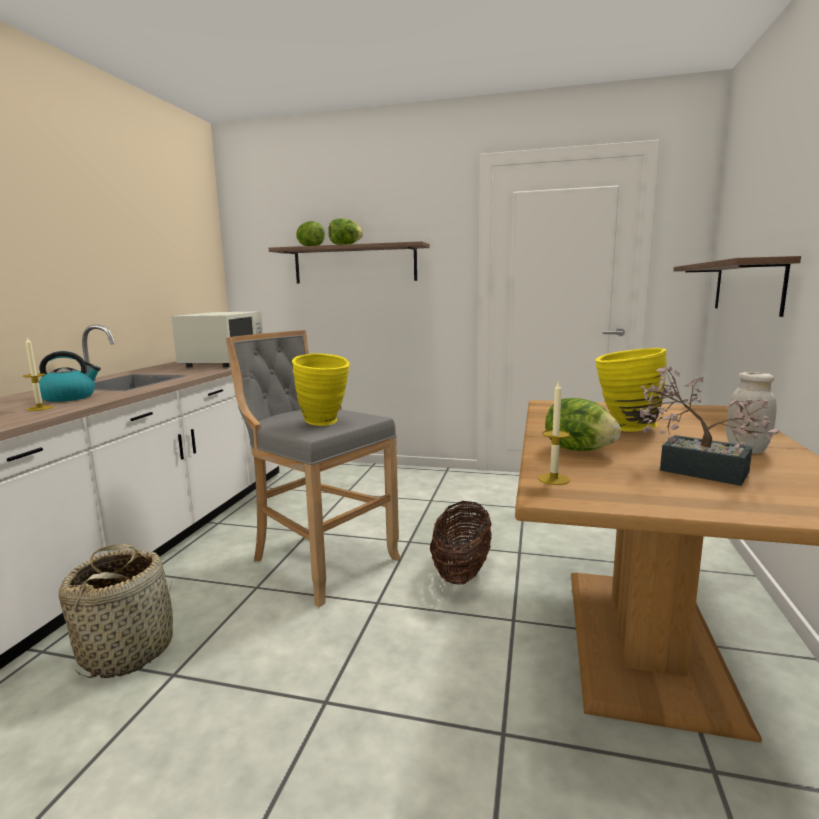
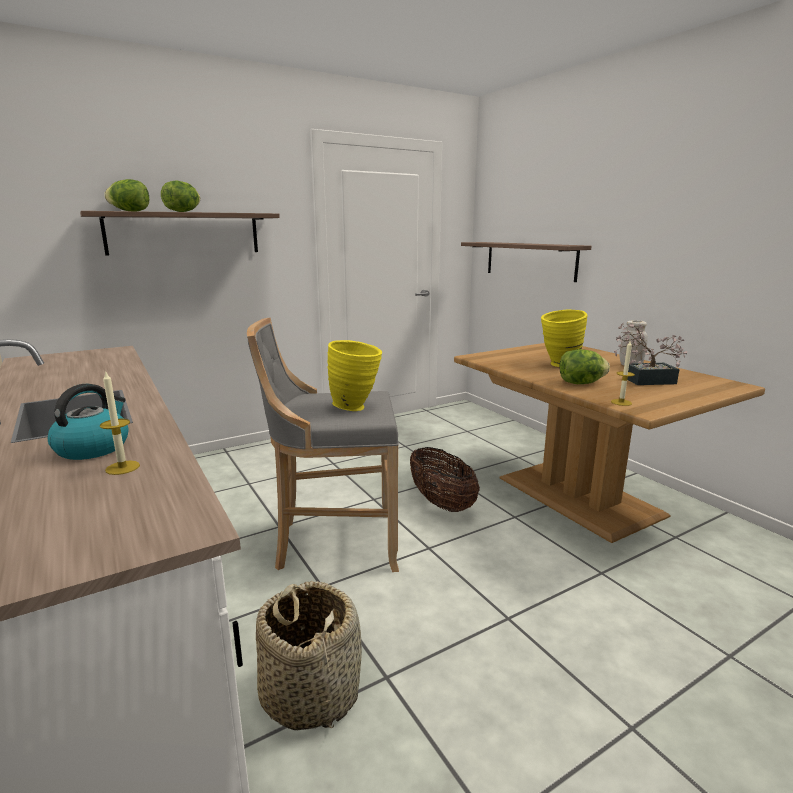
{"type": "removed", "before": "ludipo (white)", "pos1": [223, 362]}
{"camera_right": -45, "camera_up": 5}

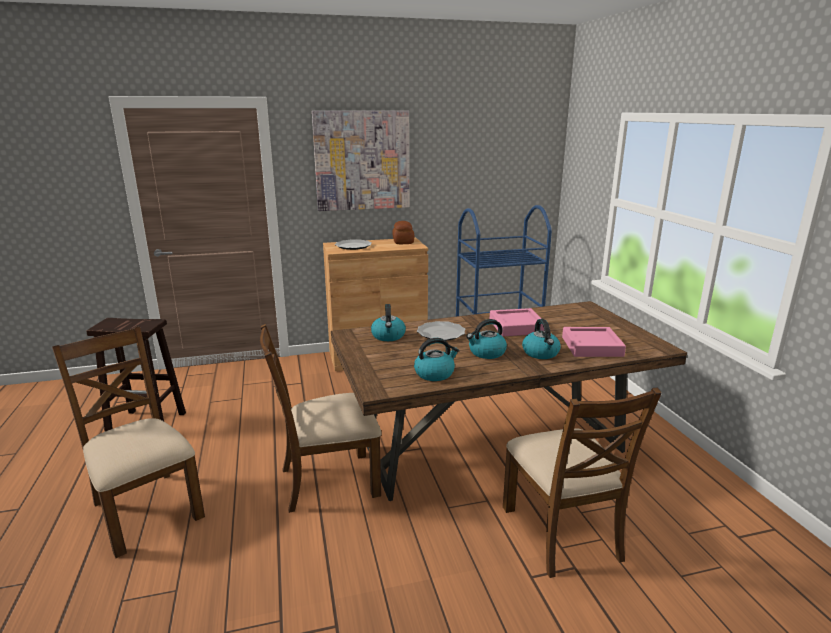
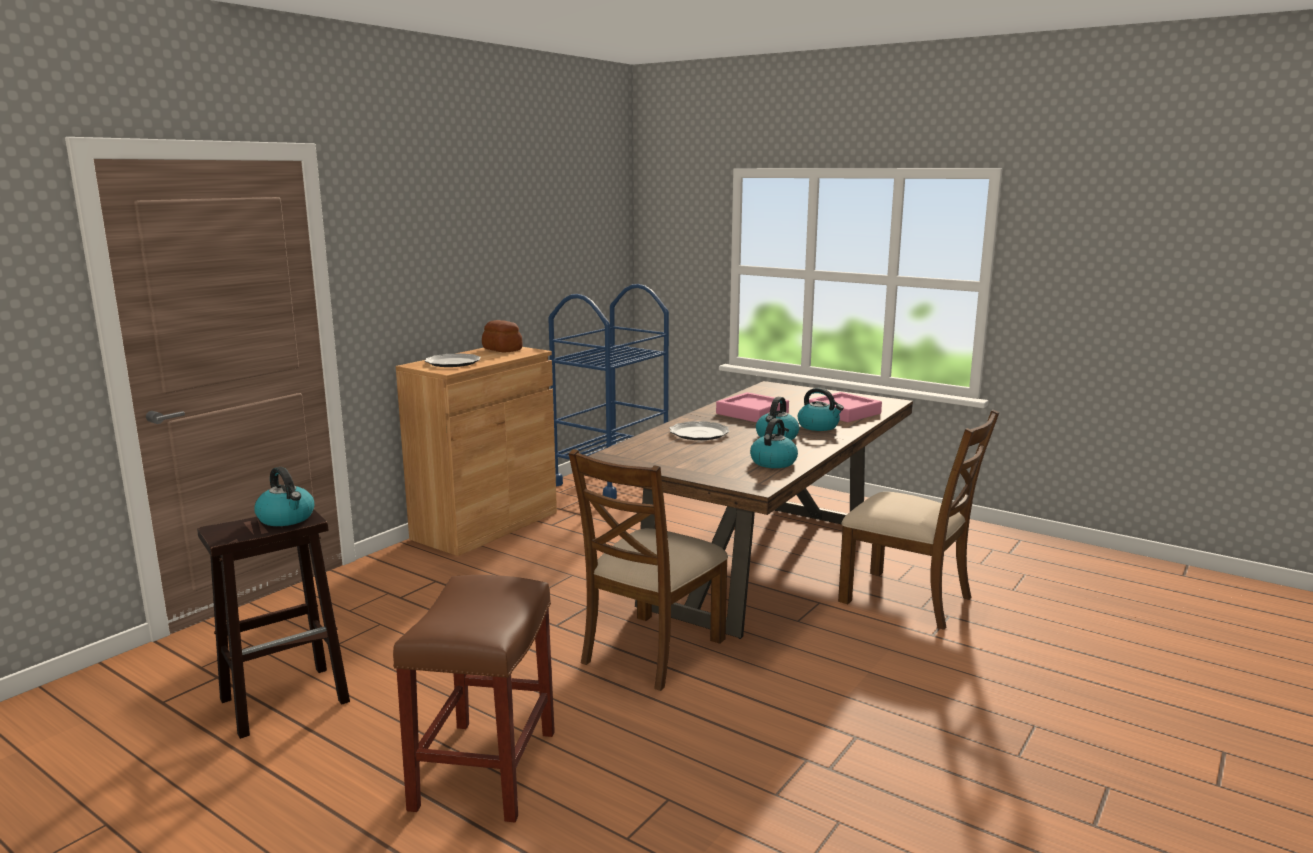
{"type": "removed", "before": "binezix", "pos1": [362, 161]}
{"type": "moved", "before": "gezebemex", "pos1": [388, 336], "pos2": [287, 518]}
{"type": "replaced", "before": "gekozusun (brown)", "after": "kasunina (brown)", "pos1": [146, 510], "pos2": [485, 767]}
{"camera_right": -40, "camera_up": -5}

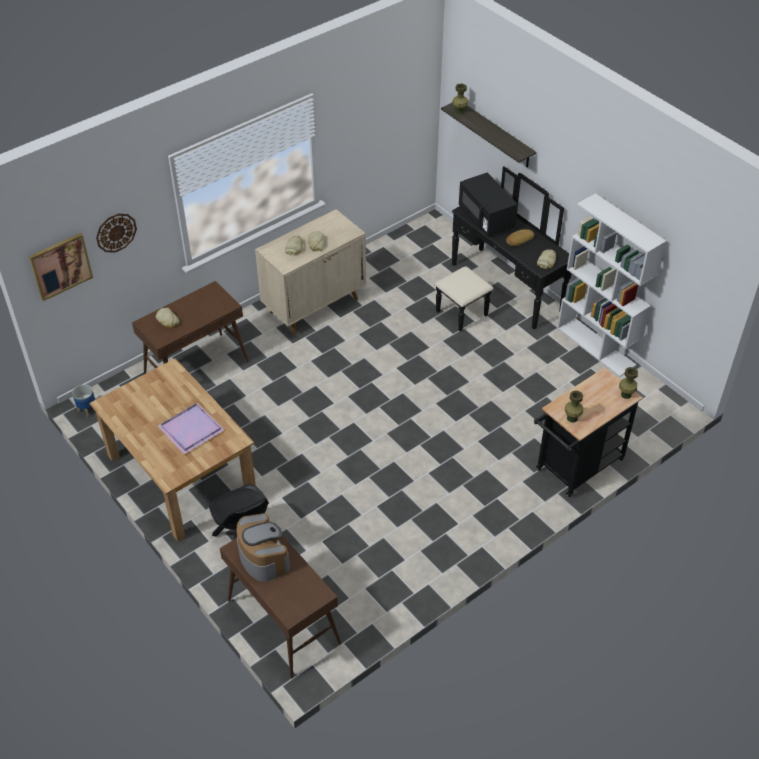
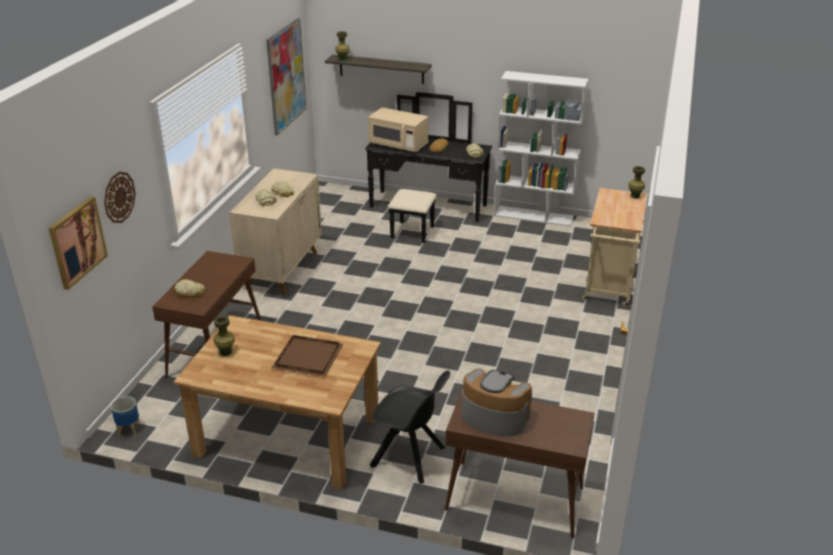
{"type": "recoloured", "before": "ludipo (black)", "after": "ludipo (beige)", "pos1": [486, 218], "pos2": [398, 145]}
{"type": "recoloured", "before": "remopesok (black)", "after": "remopesok (beige)", "pos1": [575, 468], "pos2": [609, 288]}
{"type": "moved", "before": "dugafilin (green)", "pos1": [572, 418], "pos2": [226, 352]}
{"type": "recoloured", "before": "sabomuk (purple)", "after": "sabomuk (brown)", "pos1": [189, 429], "pos2": [306, 358]}
{"type": "added", "after": "binezix", "pos2": [286, 76]}
{"camera_right": -35, "camera_up": -15}

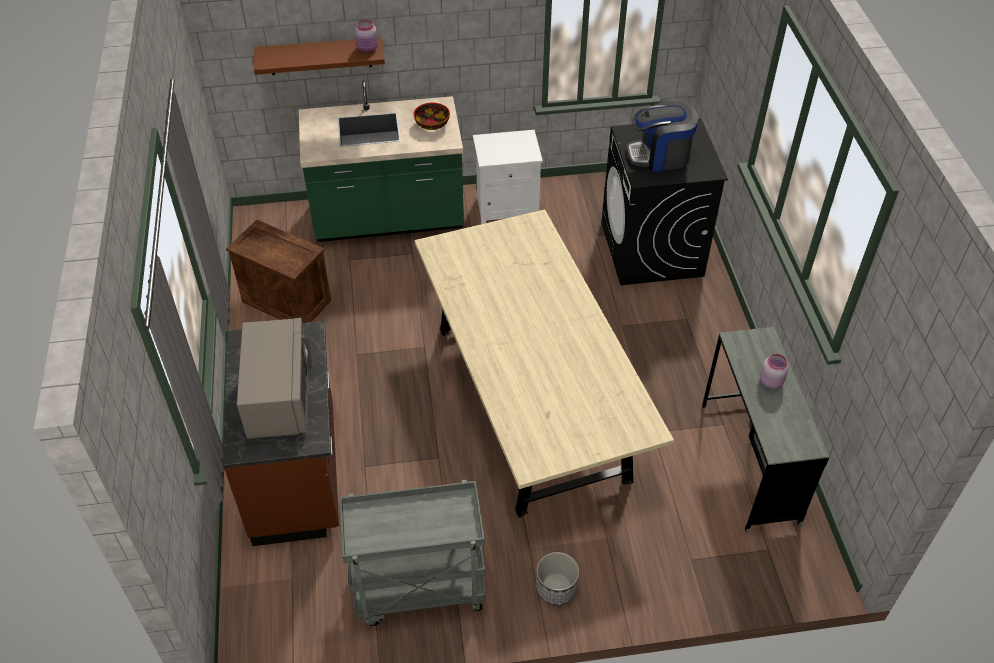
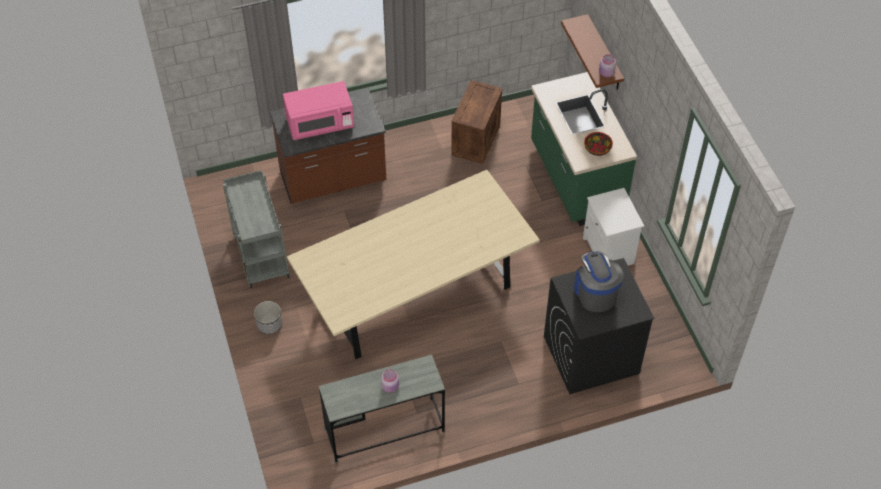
{"type": "recoloured", "before": "ludipo (grey)", "after": "ludipo (pink)", "pos1": [279, 397], "pos2": [320, 124]}
{"camera_right": 80, "camera_up": 5}

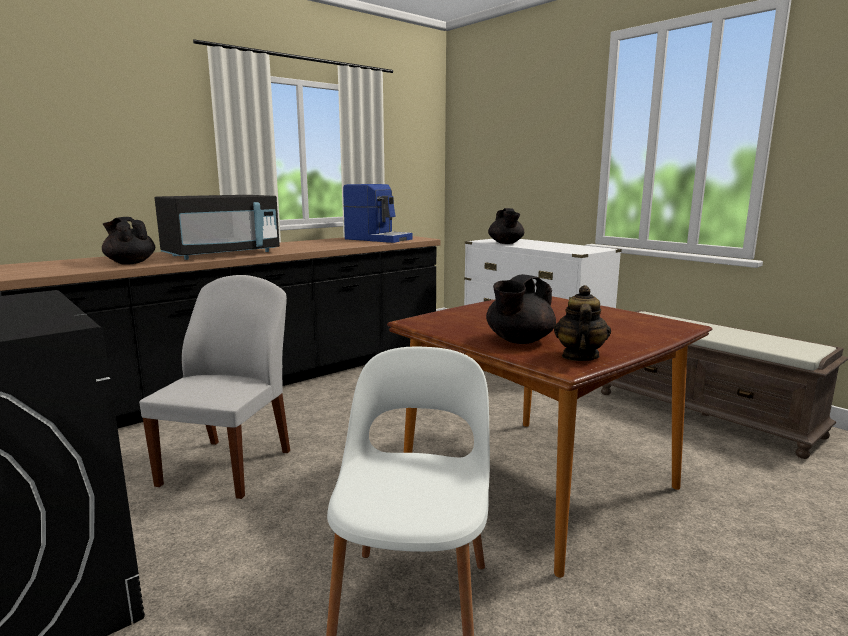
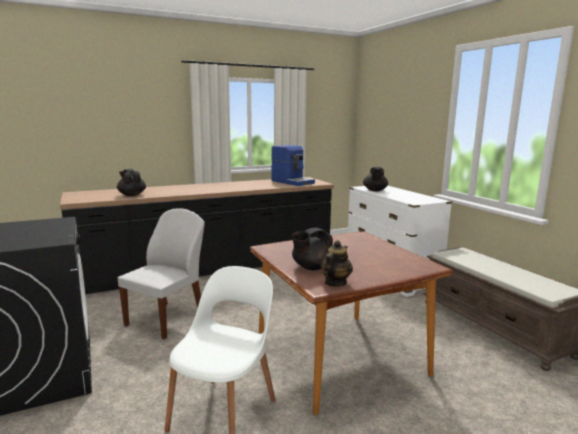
{"type": "removed", "before": "ludipo (black)", "pos1": [222, 254]}
{"camera_right": 15, "camera_up": 0}

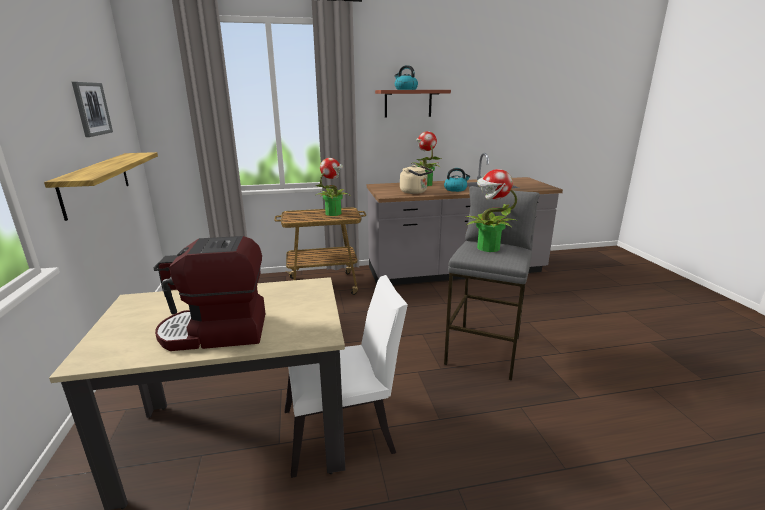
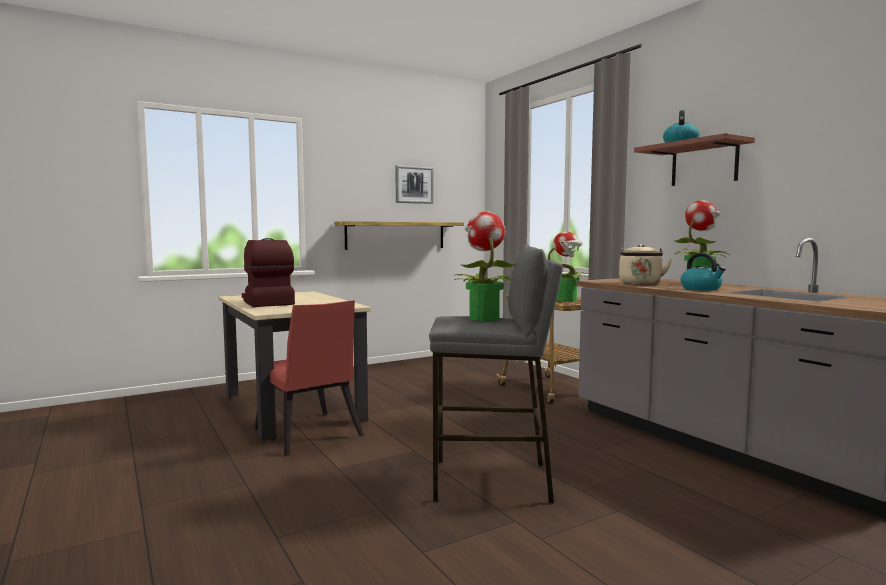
{"type": "recoloured", "before": "gekozusun (white)", "after": "gekozusun (red)", "pos1": [345, 430], "pos2": [309, 435]}
{"camera_right": 70, "camera_up": -15}

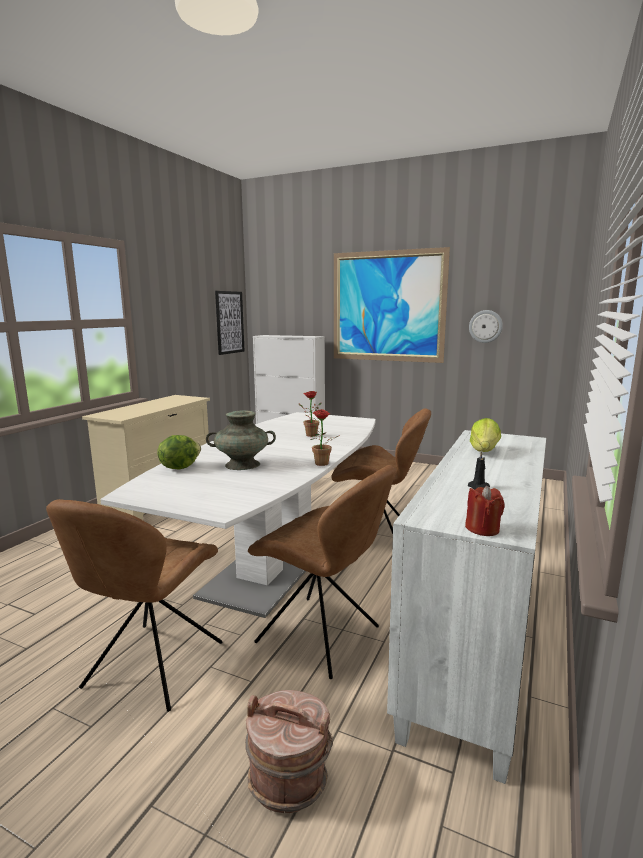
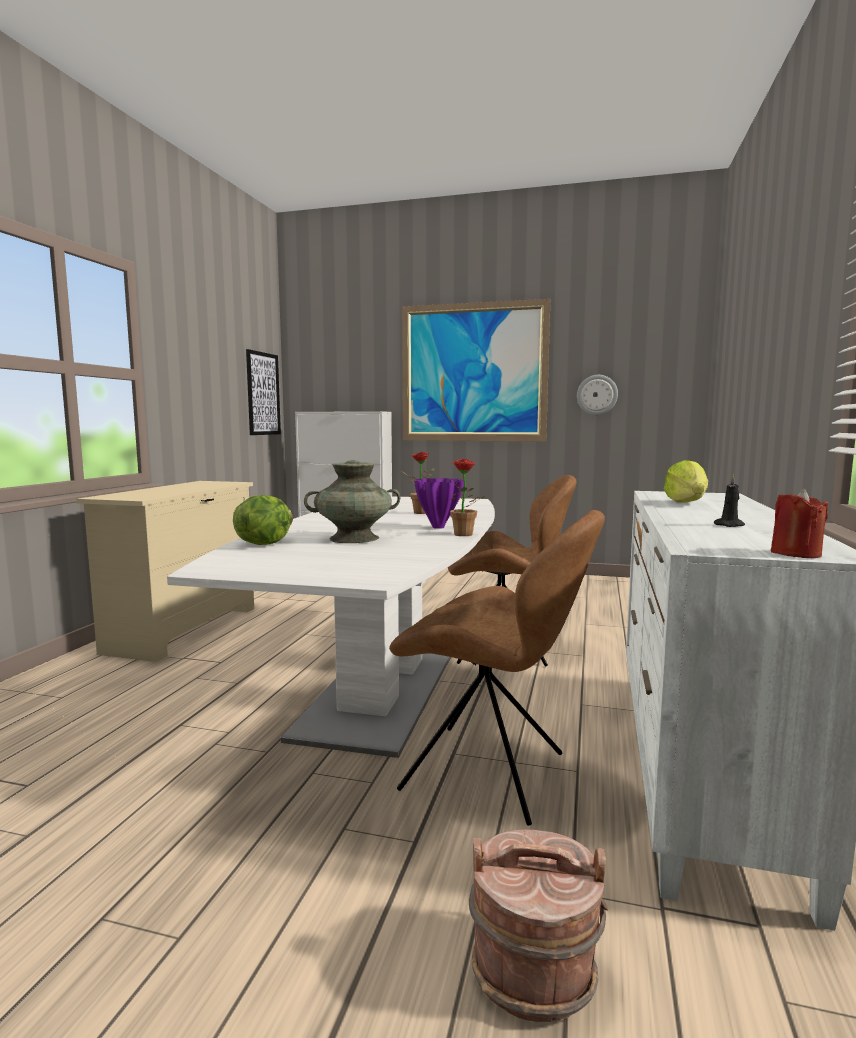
{"type": "removed", "before": "gekozusun (brown)", "pos1": [151, 668]}
{"type": "added", "after": "dugafilin (purple)", "pos2": [439, 527]}
{"camera_right": -10, "camera_up": -5}

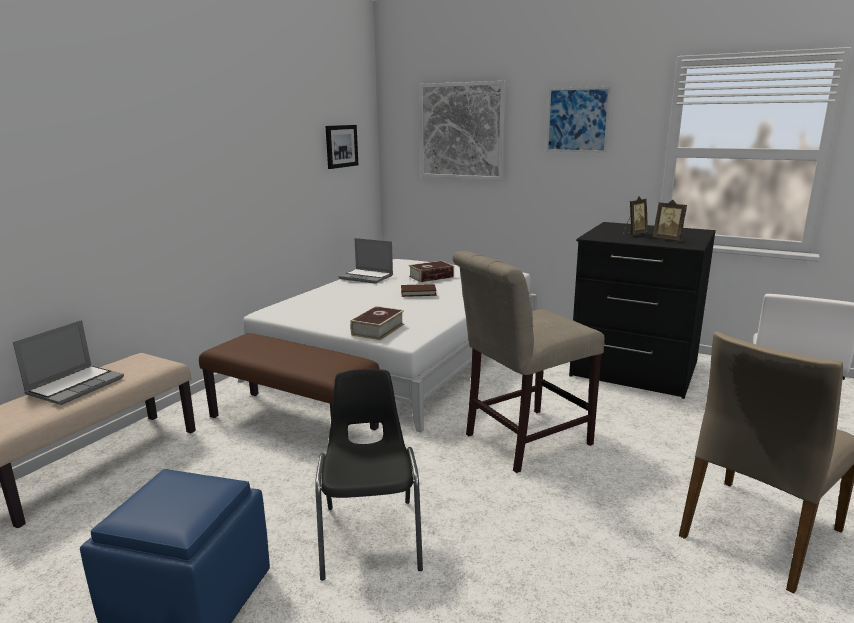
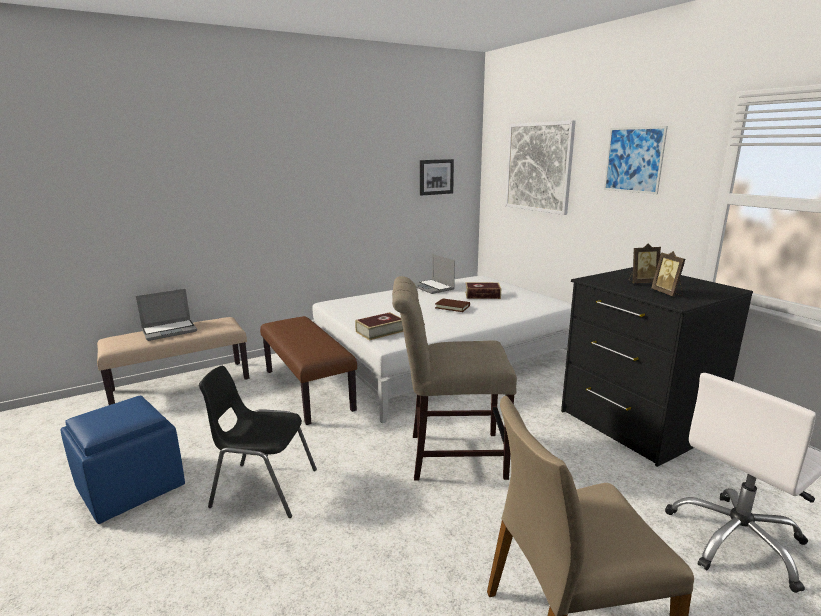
{"type": "turned", "before": "gekozusun (black)", "pos1": [371, 536], "pos2": [263, 488], "turn": -105}
{"camera_right": 30, "camera_up": 0}

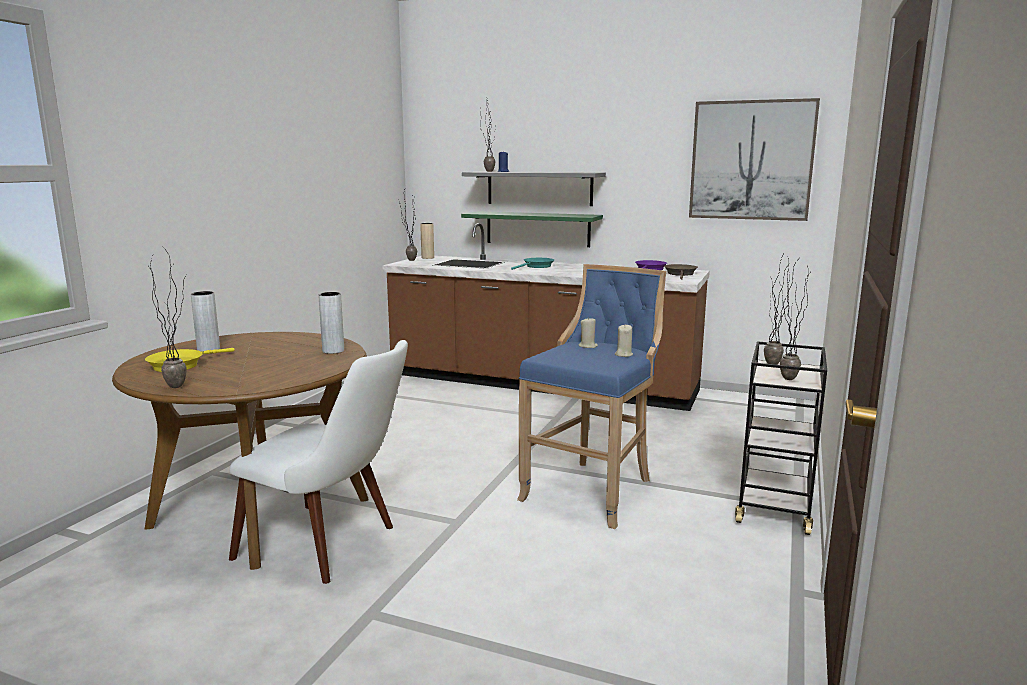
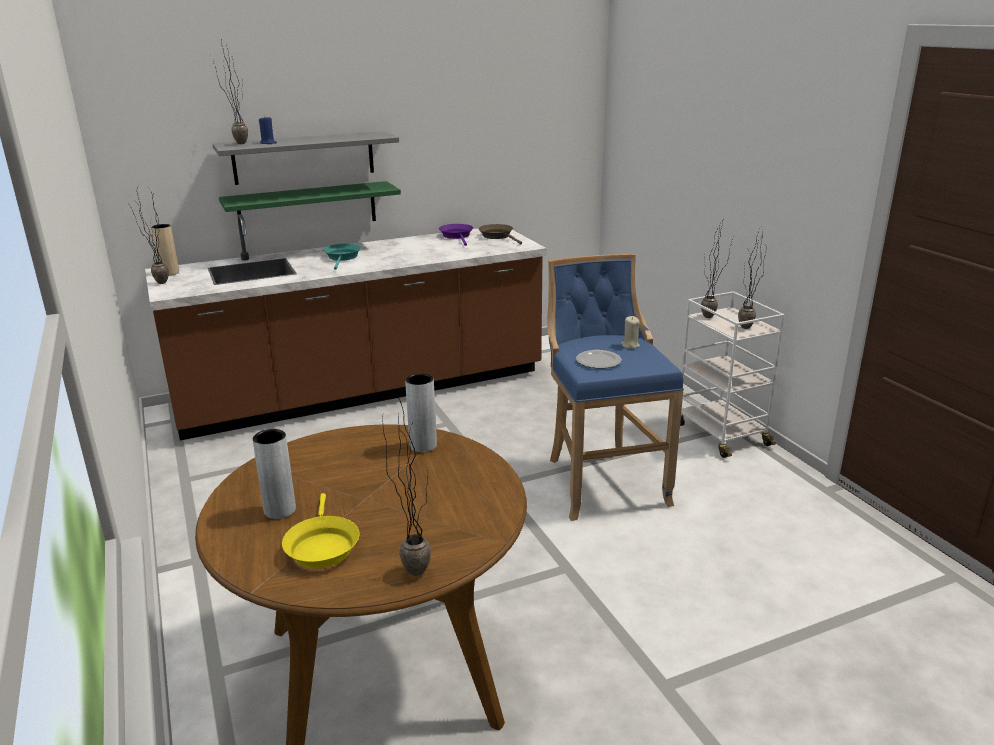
{"type": "removed", "before": "binezix", "pos1": [751, 160]}
{"type": "removed", "before": "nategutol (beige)", "pos1": [588, 346]}
{"type": "removed", "before": "gekozusun (white)", "pos1": [332, 545]}
{"type": "recoloured", "before": "remopesok (black)", "after": "remopesok (white)", "pos1": [773, 507], "pos2": [720, 434]}
{"type": "added", "after": "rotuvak", "pos2": [598, 361]}
{"camera_right": -45, "camera_up": 10}

